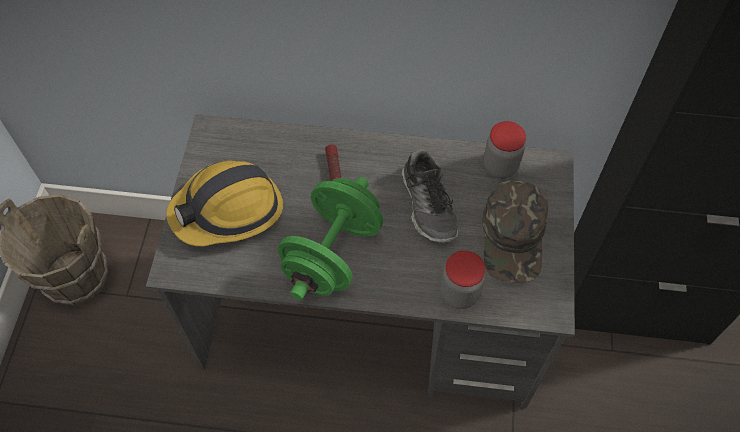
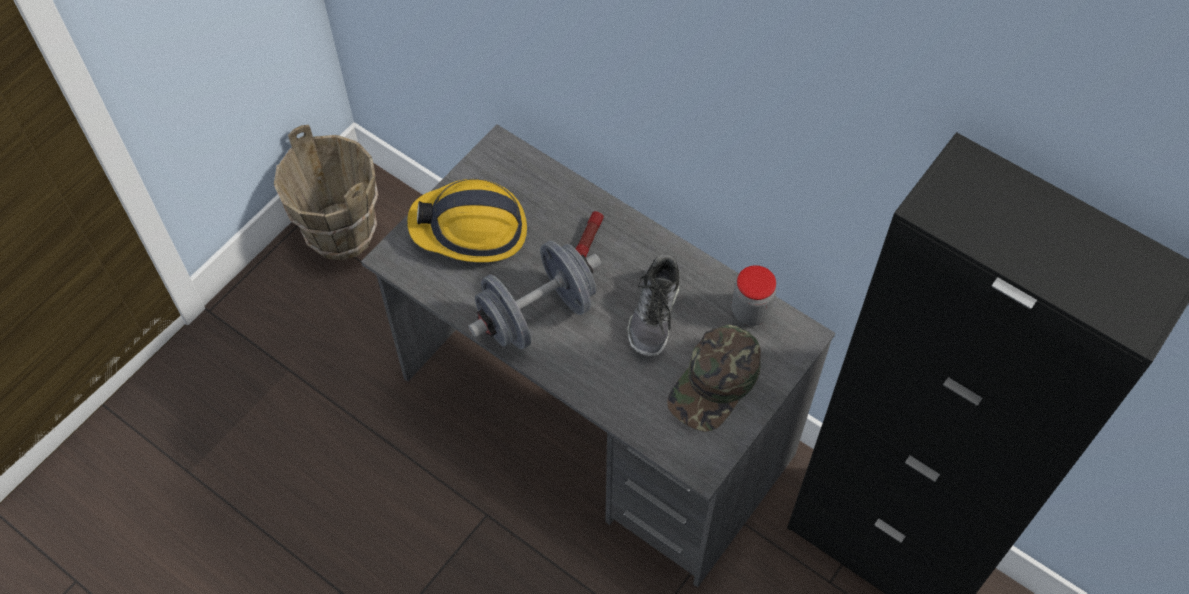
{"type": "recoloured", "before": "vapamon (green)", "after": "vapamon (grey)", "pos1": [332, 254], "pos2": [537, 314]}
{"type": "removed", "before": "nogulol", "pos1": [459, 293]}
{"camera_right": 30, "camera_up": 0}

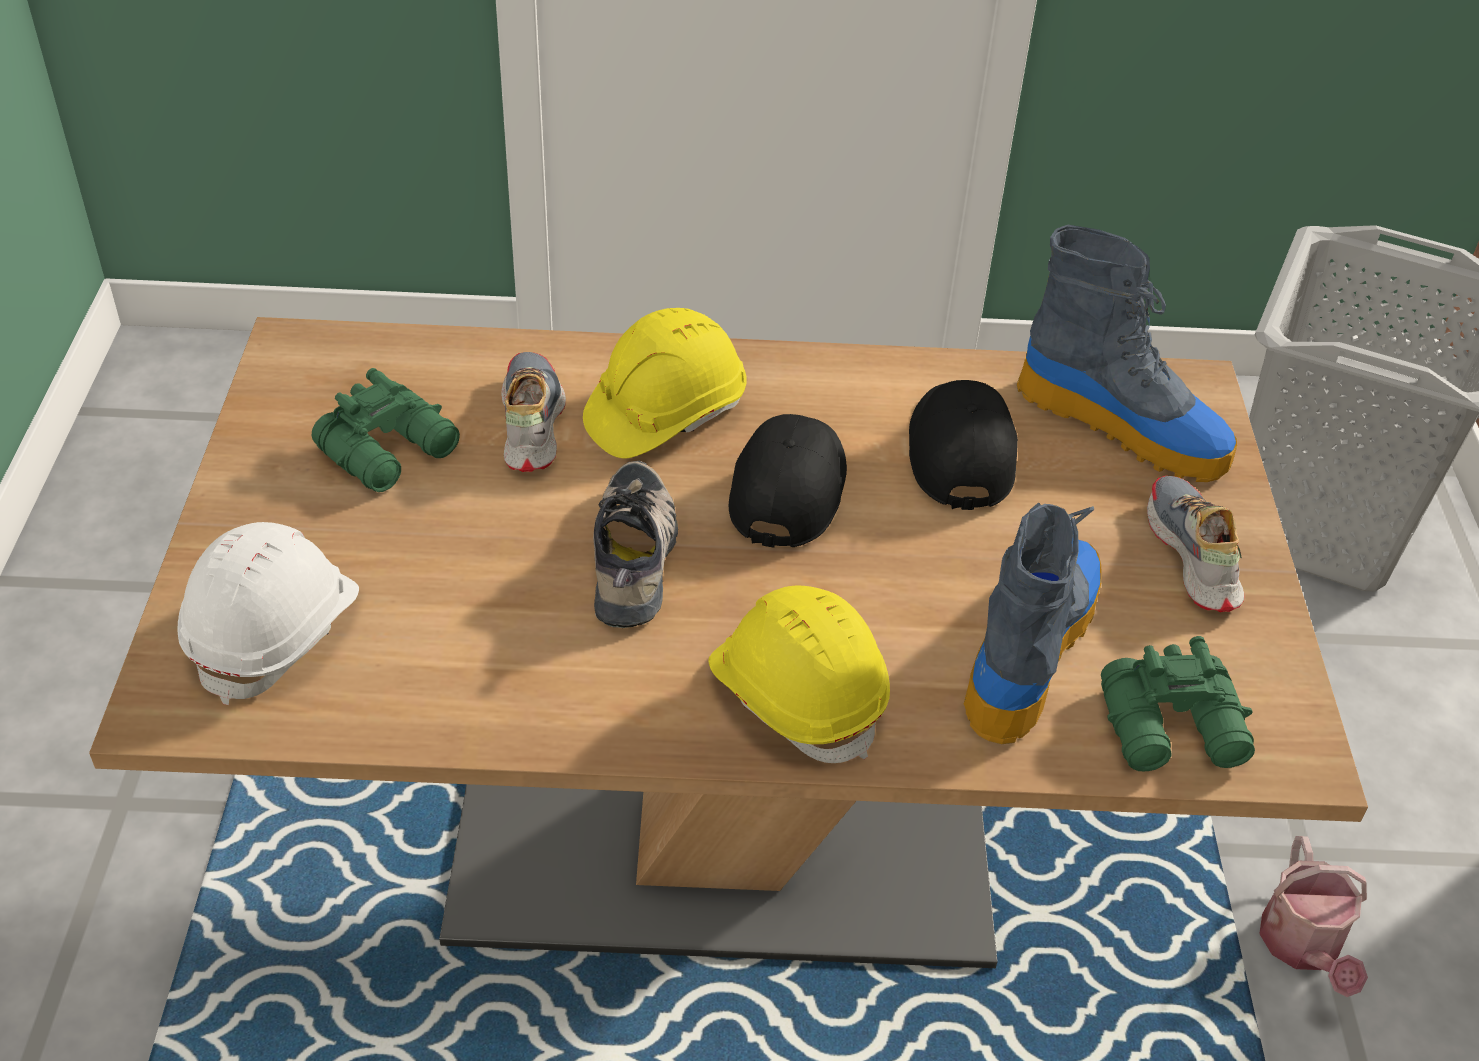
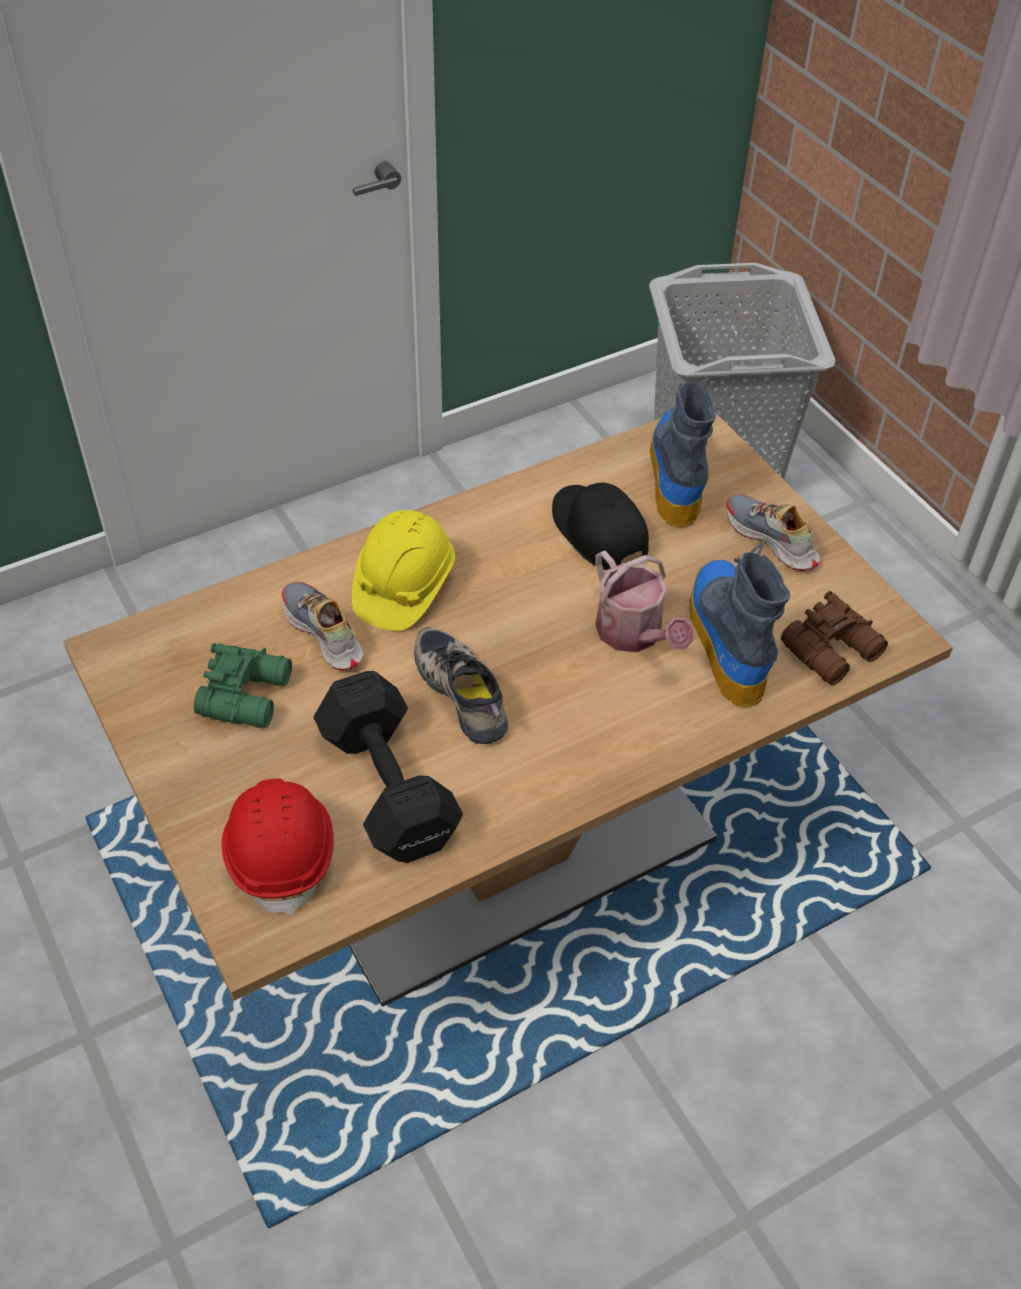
{"type": "turned", "before": "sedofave", "pos1": [1124, 426], "pos2": [677, 472], "turn": -90}
{"type": "removed", "before": "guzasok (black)", "pos1": [788, 488]}
{"type": "recoloured", "before": "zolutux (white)", "after": "zolutux (red)", "pos1": [276, 632], "pos2": [282, 853]}
{"type": "removed", "before": "zolutux (yellow)", "pos1": [797, 695]}
{"type": "recoloured", "before": "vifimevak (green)", "after": "vifimevak (brown)", "pos1": [1174, 730], "pos2": [834, 651]}
{"type": "moved", "before": "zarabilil", "pos1": [1302, 947], "pos2": [634, 635]}
{"type": "added", "after": "vapamon (black)", "pos2": [388, 783]}
{"camera_right": -30, "camera_up": 5}

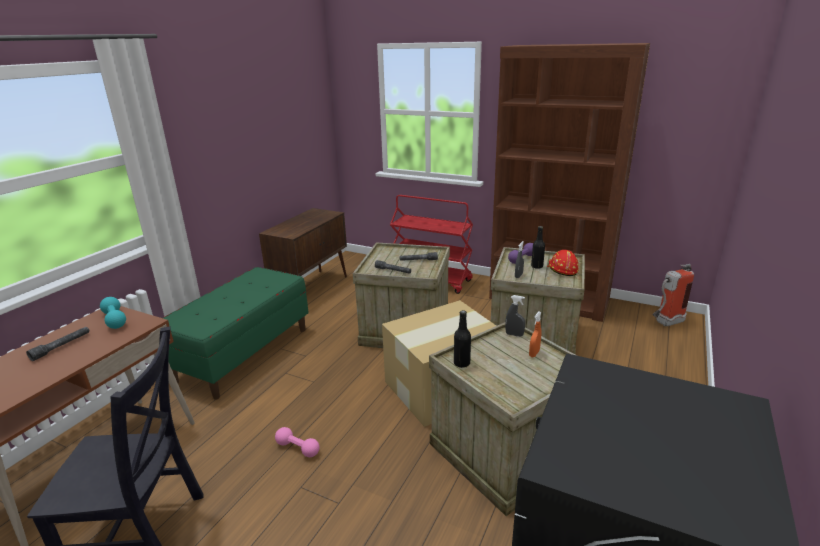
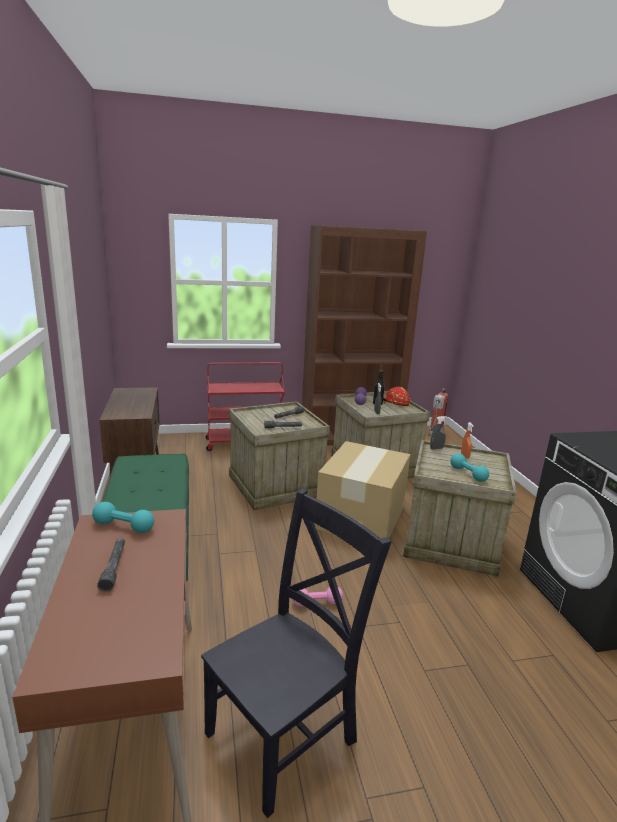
{"type": "removed", "before": "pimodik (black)", "pos1": [461, 363]}
{"type": "added", "after": "vapamon (turquoise)", "pos2": [468, 474]}
{"camera_right": -40, "camera_up": -5}

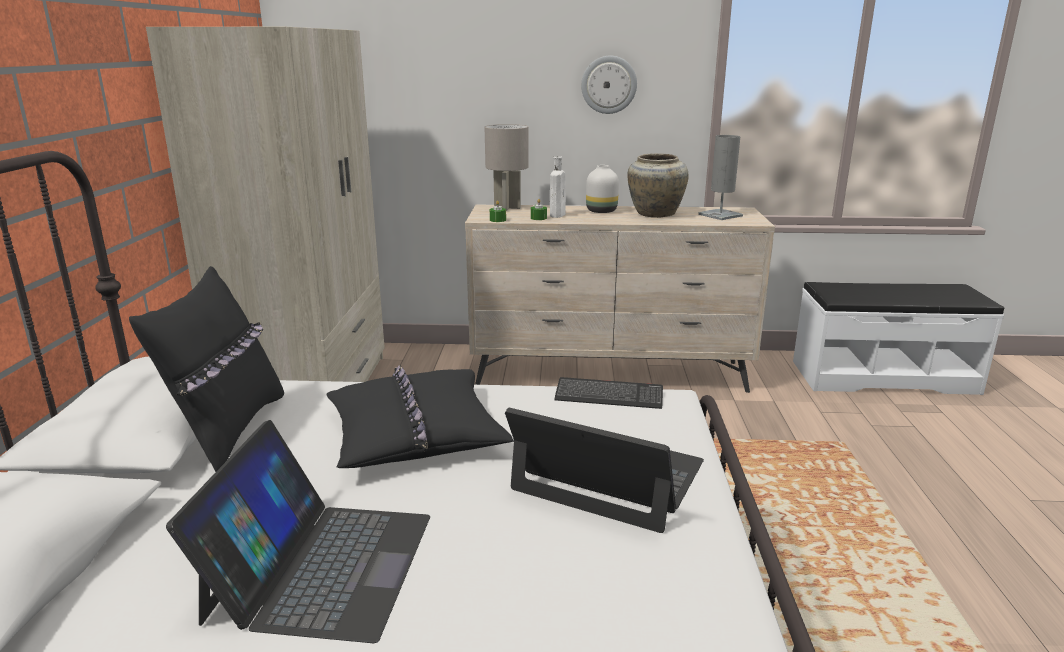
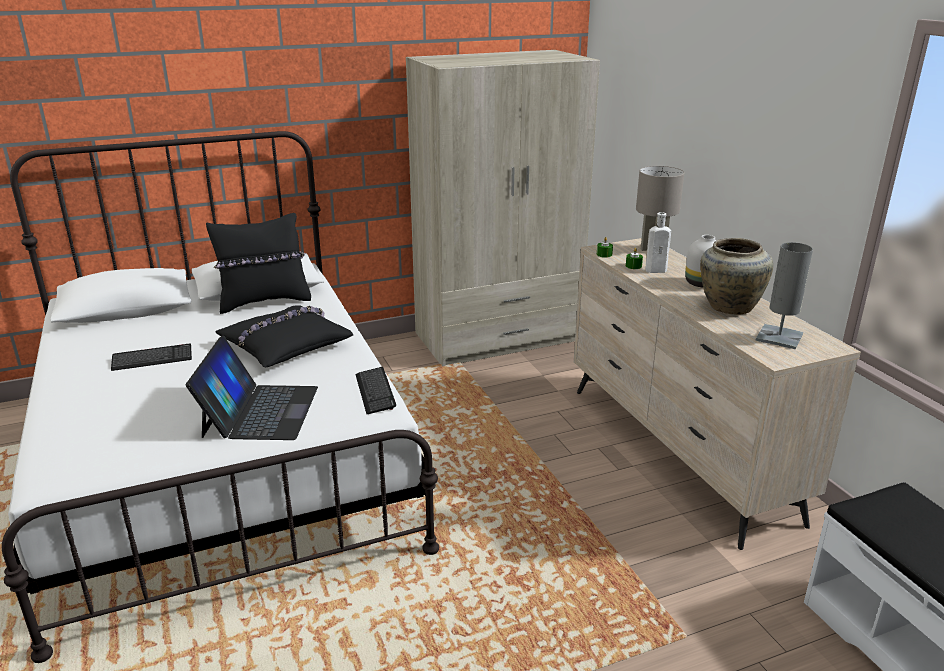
{"type": "removed", "before": "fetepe", "pos1": [608, 85]}
{"type": "replaced", "before": "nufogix", "after": "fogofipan", "pos1": [321, 565], "pos2": [152, 359]}
{"camera_right": 65, "camera_up": 5}

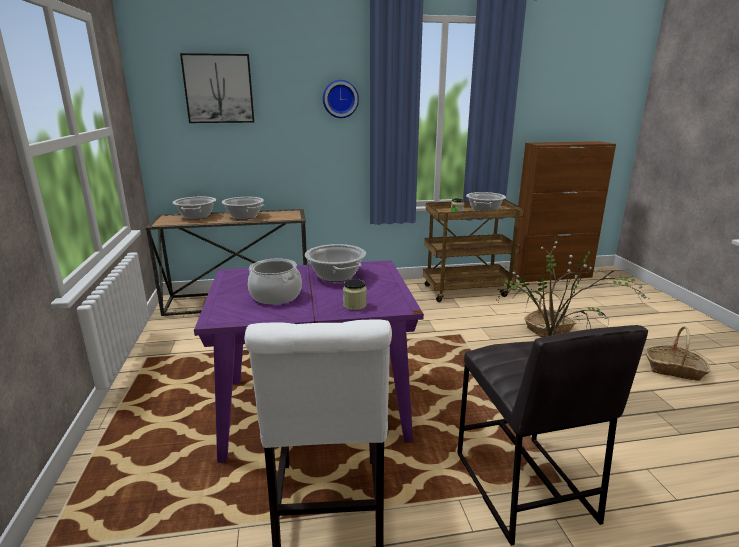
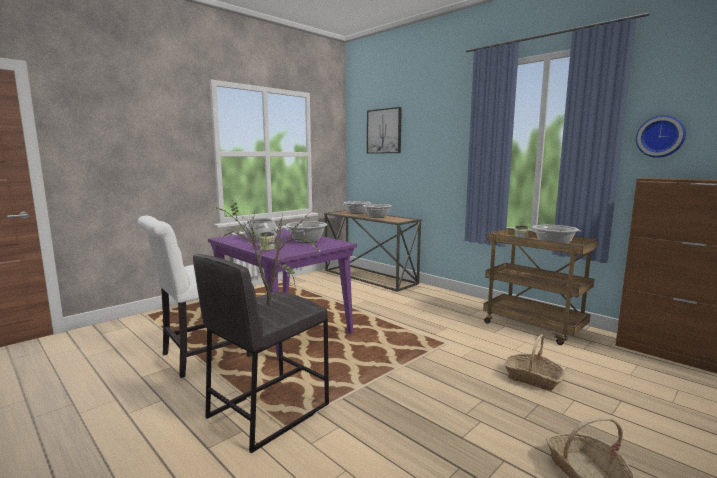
{"type": "moved", "before": "fetepe", "pos1": [340, 99], "pos2": [660, 136]}
{"camera_right": 55, "camera_up": -10}

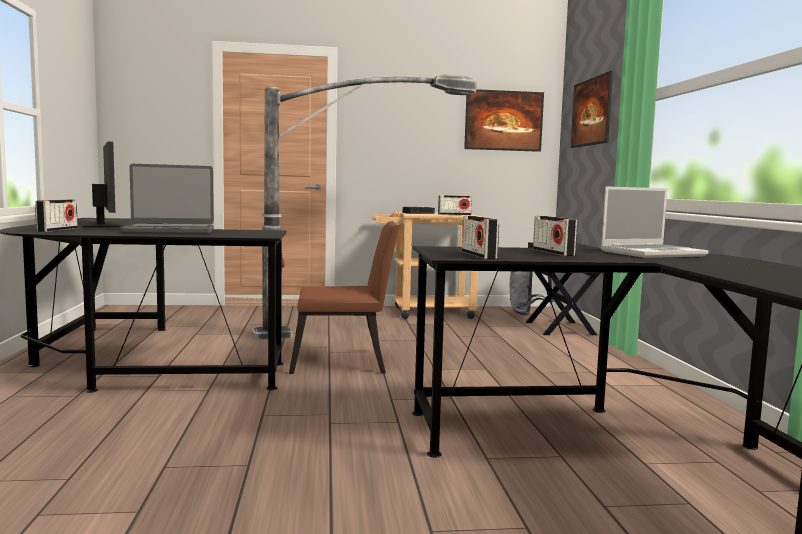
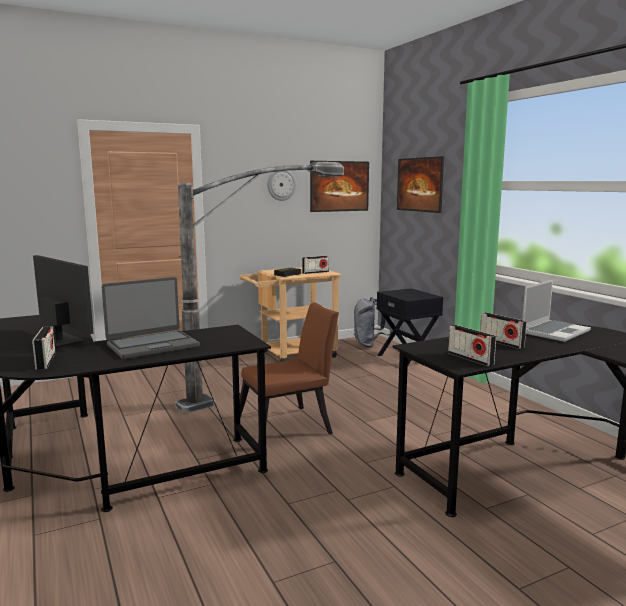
{"type": "added", "after": "fetepe", "pos2": [281, 184]}
{"camera_right": -20, "camera_up": 5}

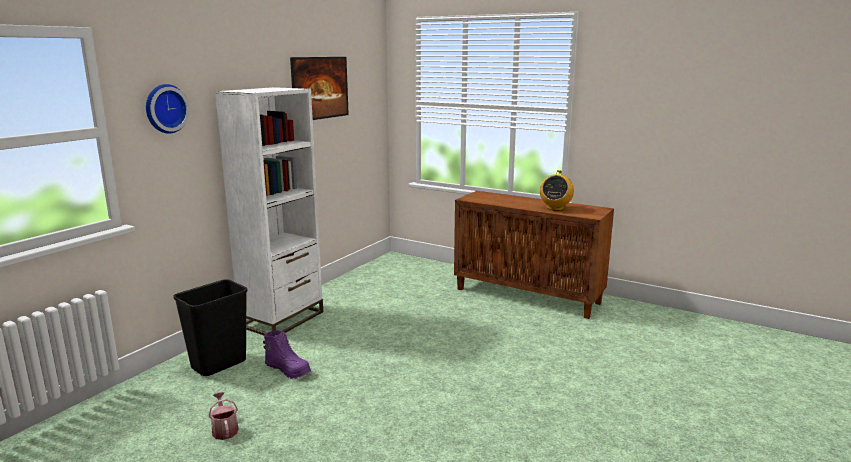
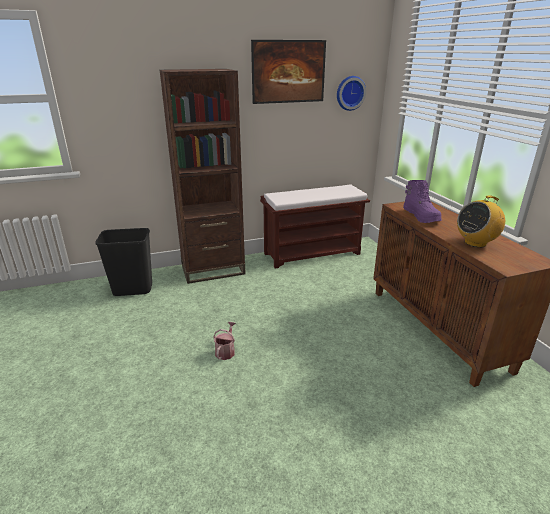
{"type": "moved", "before": "fetepe", "pos1": [165, 108], "pos2": [350, 93]}
{"type": "recoloured", "before": "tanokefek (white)", "after": "tanokefek (brown)", "pos1": [282, 319], "pos2": [213, 269]}
{"type": "moved", "before": "sedofave (purple)", "pos1": [288, 370], "pos2": [421, 217]}
{"type": "moved", "before": "zarabilil", "pos1": [224, 429], "pos2": [226, 351]}
{"type": "added", "after": "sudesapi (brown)", "pos2": [312, 253]}
{"camera_right": 40, "camera_up": 10}

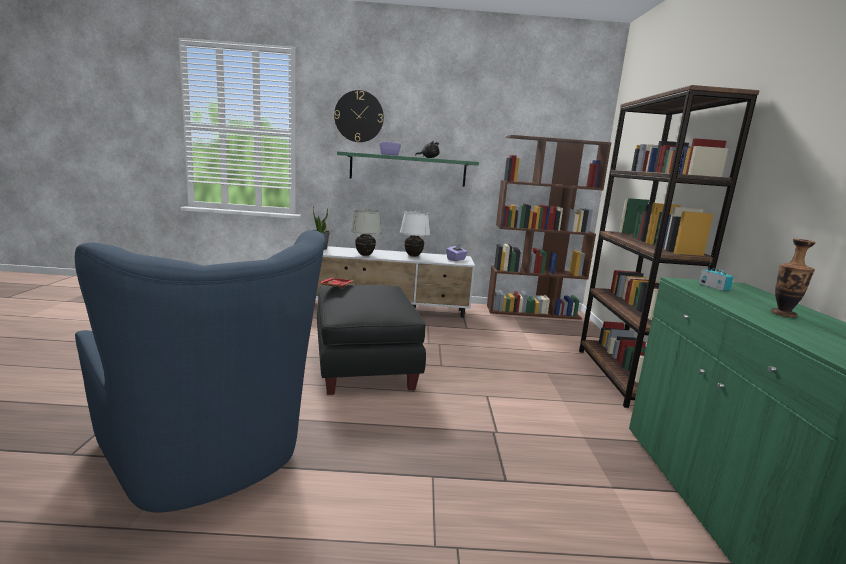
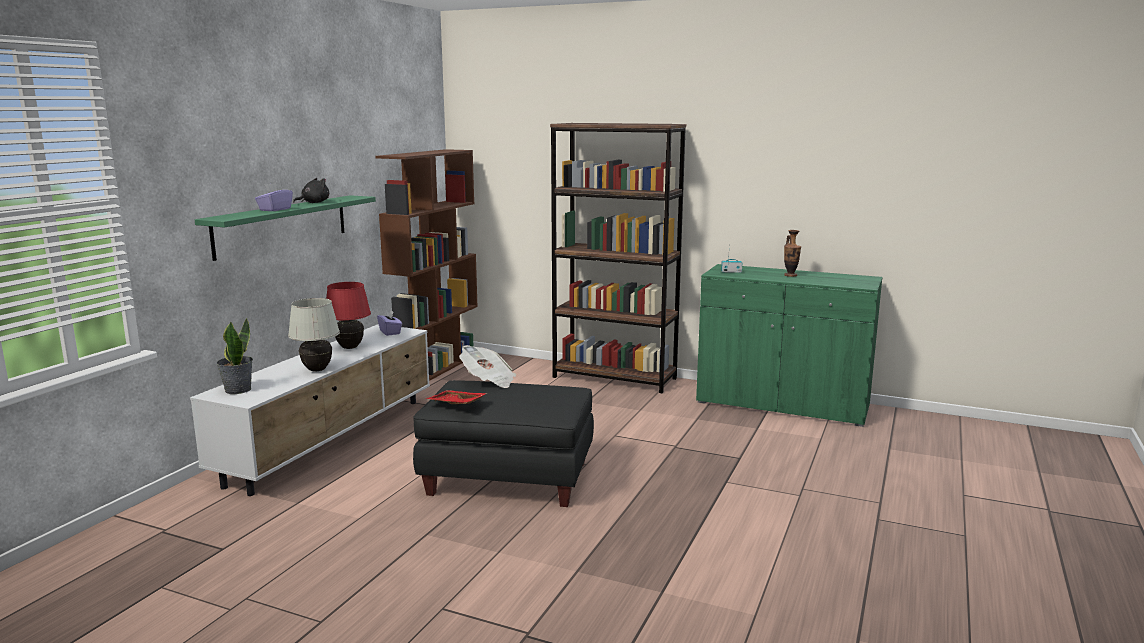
{"type": "removed", "before": "fetepe", "pos1": [359, 116]}
{"type": "recoloured", "before": "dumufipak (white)", "after": "dumufipak (red)", "pos1": [413, 256], "pos2": [349, 348]}
{"type": "removed", "before": "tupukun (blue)", "pos1": [209, 459]}
{"type": "added", "after": "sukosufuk", "pos2": [488, 381]}
{"camera_right": -65, "camera_up": 0}

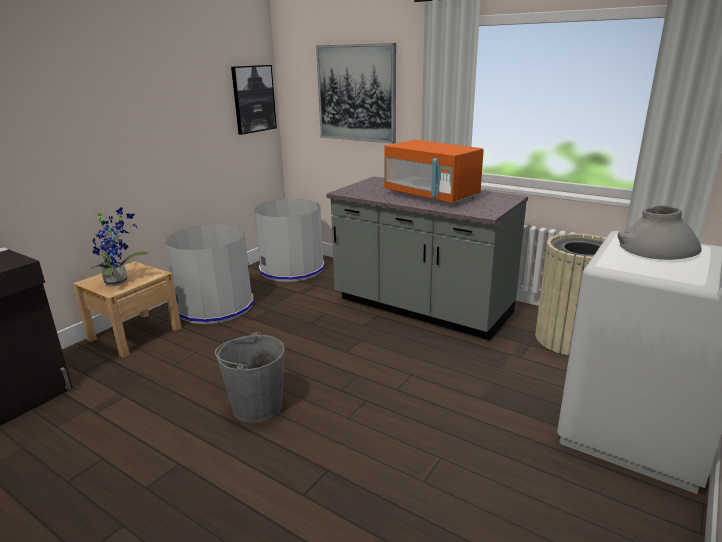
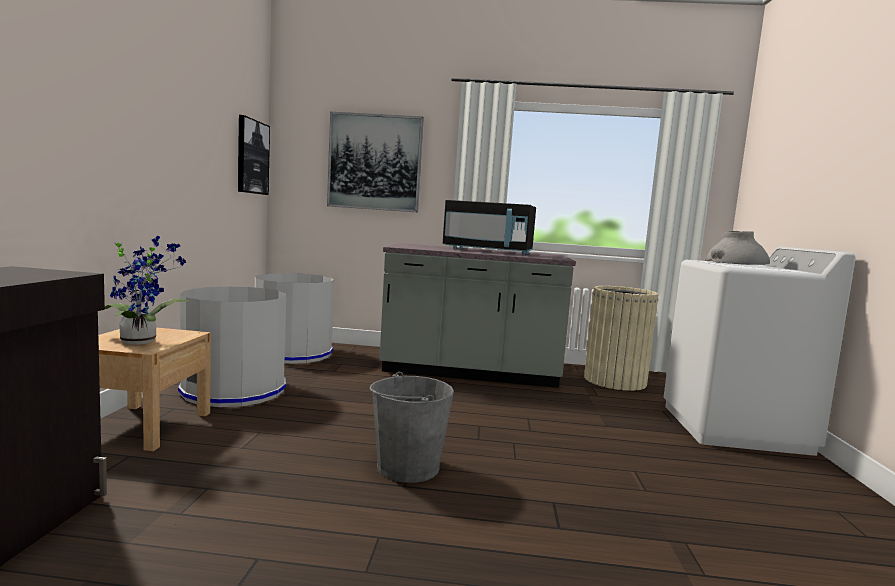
{"type": "recoloured", "before": "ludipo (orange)", "after": "ludipo (black)", "pos1": [431, 196], "pos2": [488, 251]}
{"camera_right": -30, "camera_up": -15}

